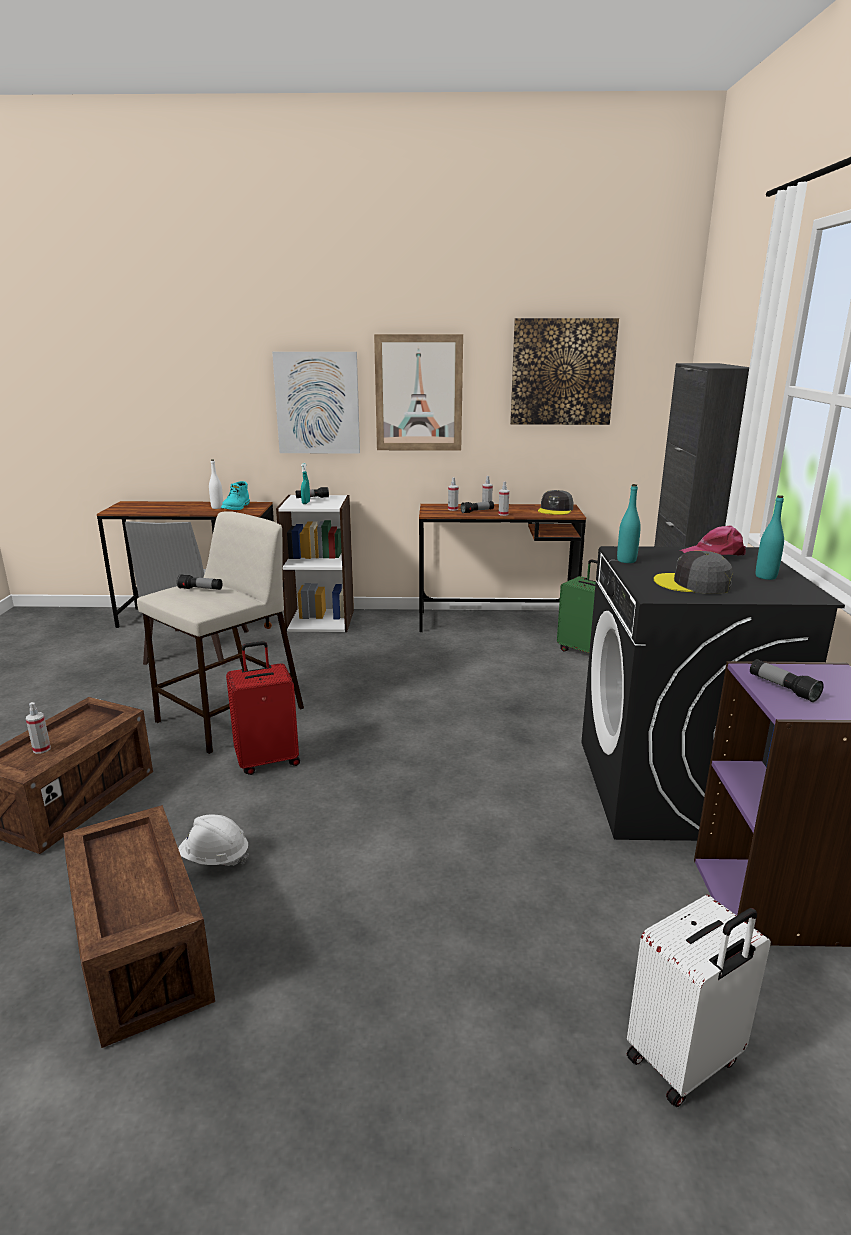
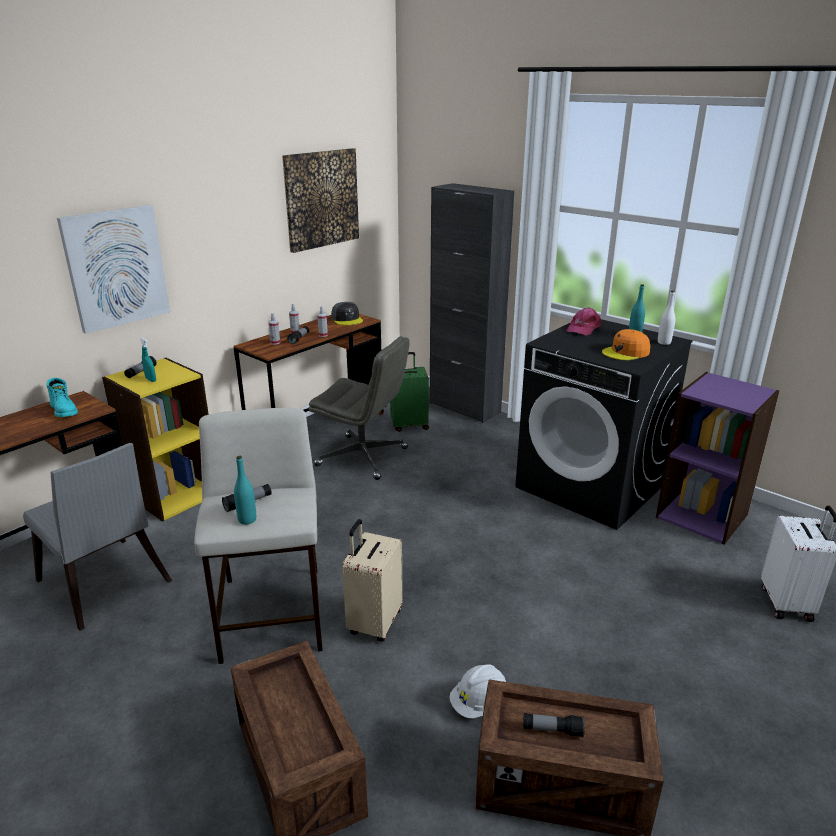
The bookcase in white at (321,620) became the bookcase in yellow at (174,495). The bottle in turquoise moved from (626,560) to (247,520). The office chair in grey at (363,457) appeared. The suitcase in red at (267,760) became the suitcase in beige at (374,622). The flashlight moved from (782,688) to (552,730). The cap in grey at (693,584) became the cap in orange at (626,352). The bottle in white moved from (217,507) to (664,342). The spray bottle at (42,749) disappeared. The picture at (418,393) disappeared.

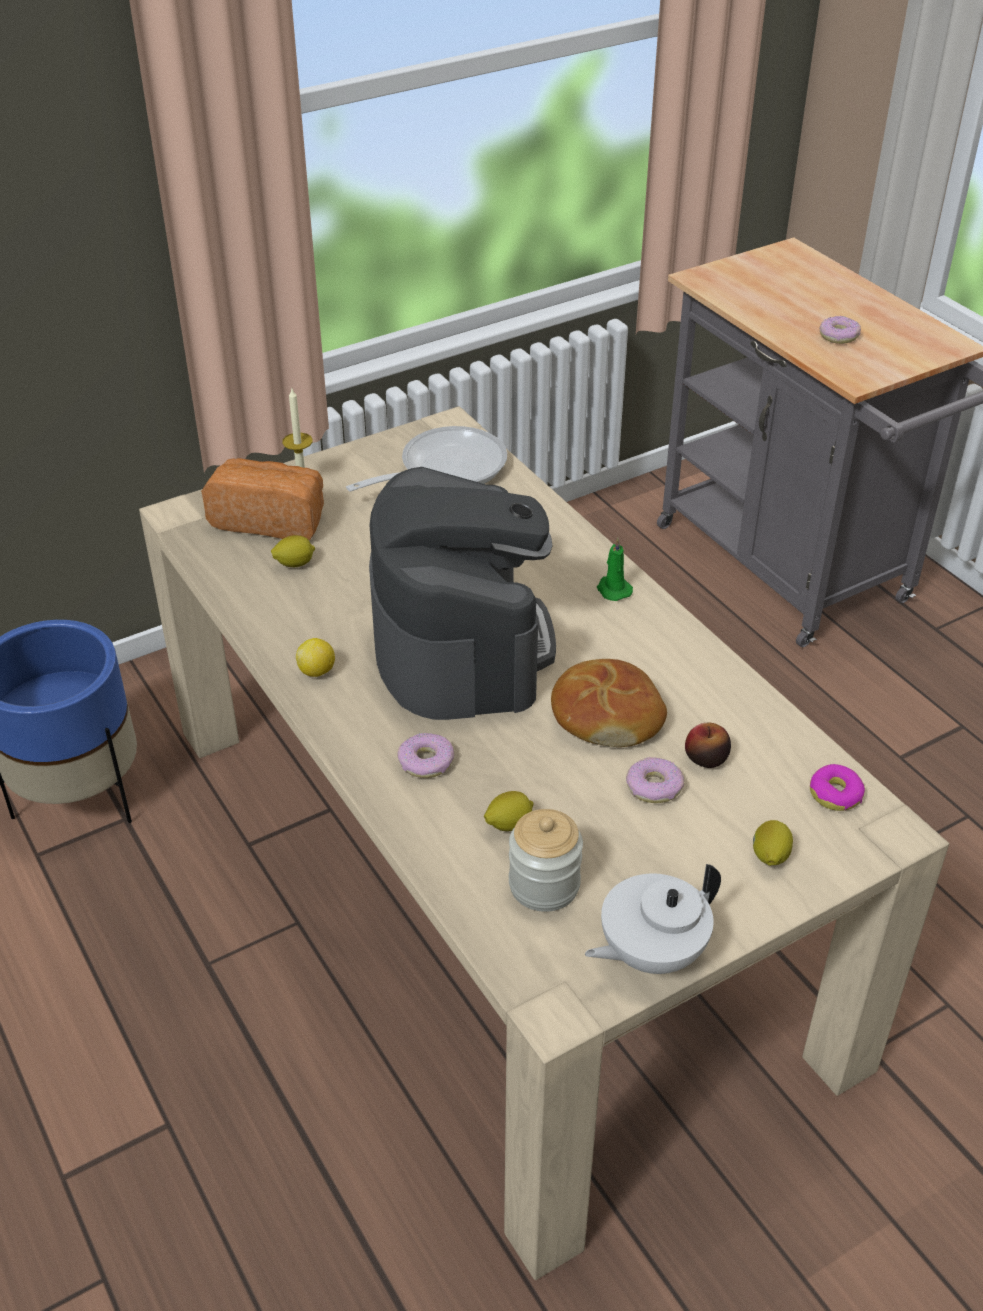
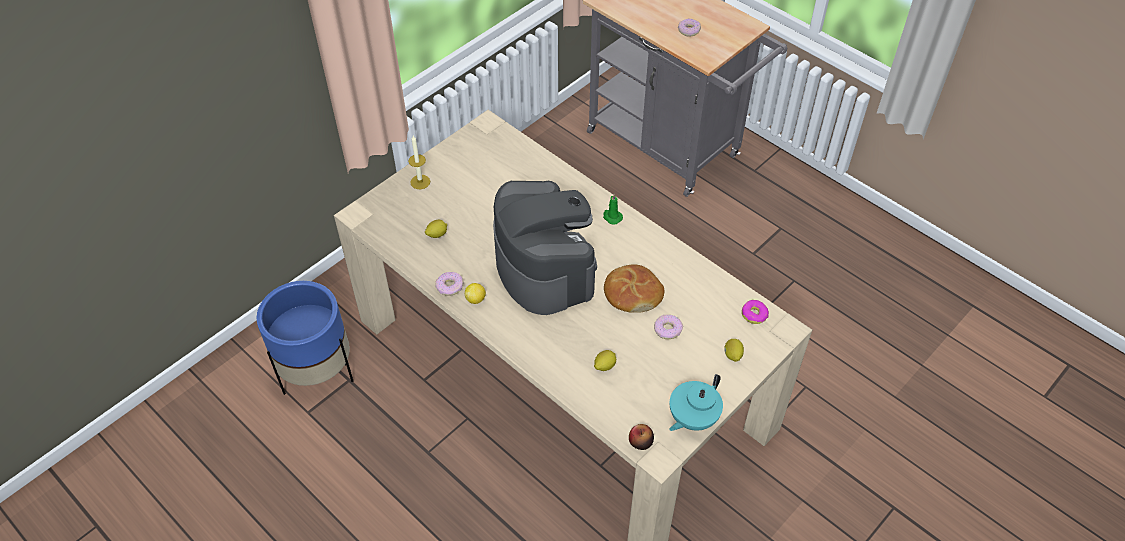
The donut moved from (426,762) to (450,286). The apple moved from (706,758) to (640,442). The teapot in white at (650,953) became the teapot in turquoise at (692,418). The bread at (271,519) disappeared. The frying pan at (444,469) disappeared. The jar at (544,885) disappeared.

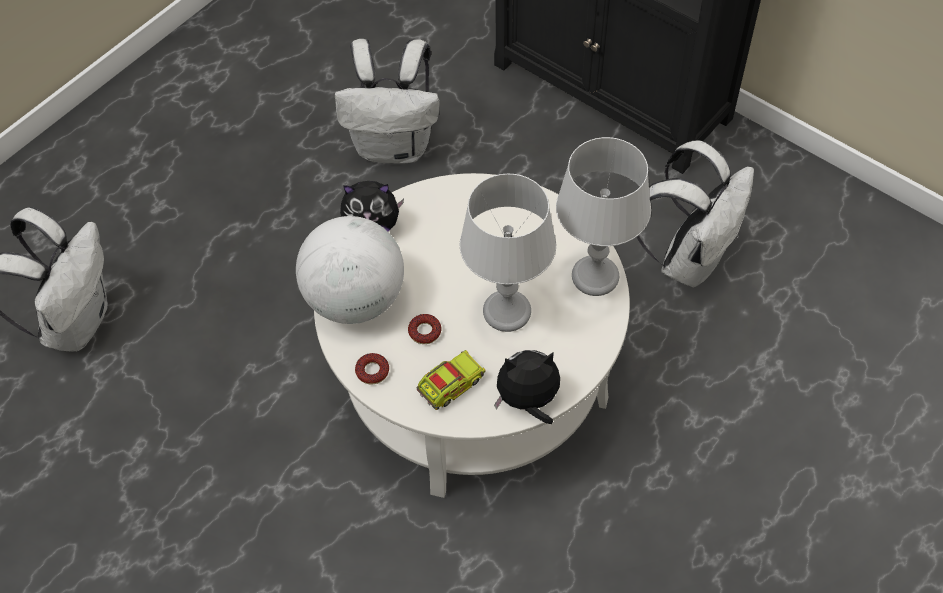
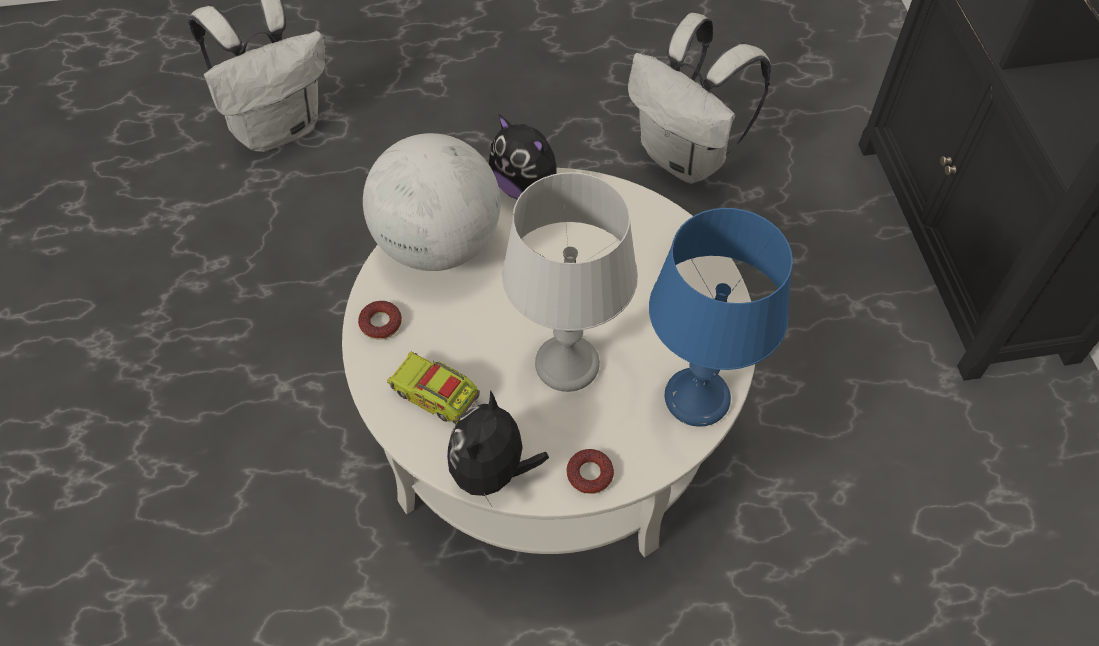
The toy truck at (450,385) turned 150 degrees counterclockwise. The plush toy at (528,401) turned 105 degrees counterclockwise. The donut moved from (425,332) to (589,474). The table lamp in grey at (594,276) became the table lamp in blue at (697,397). The backpack in white at (689,258) disappeared.

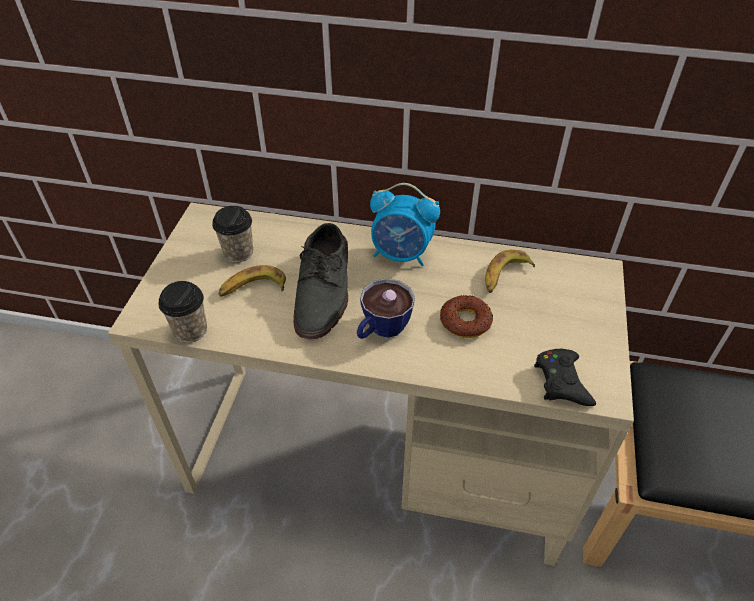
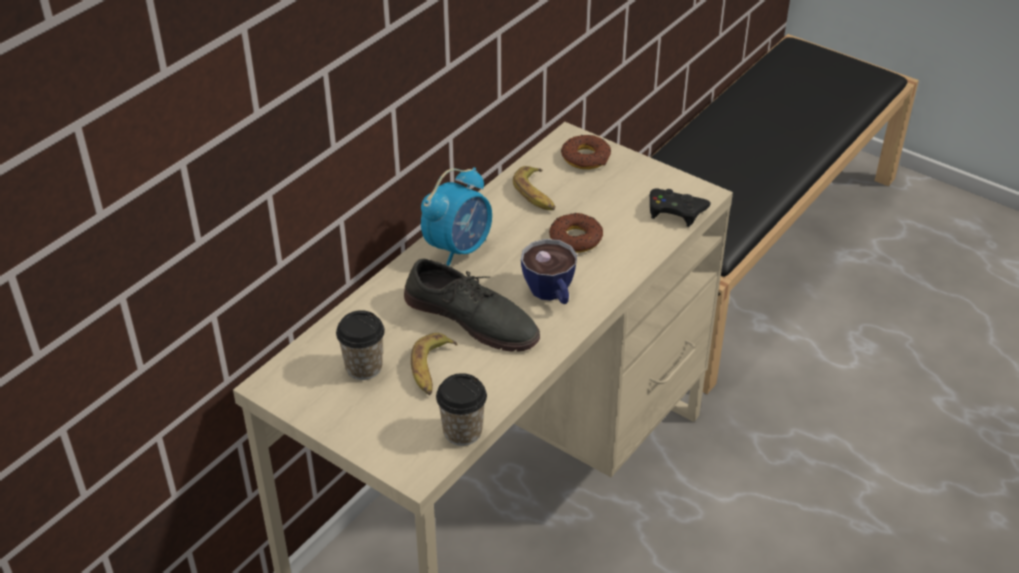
The donut at (586,157) appeared.

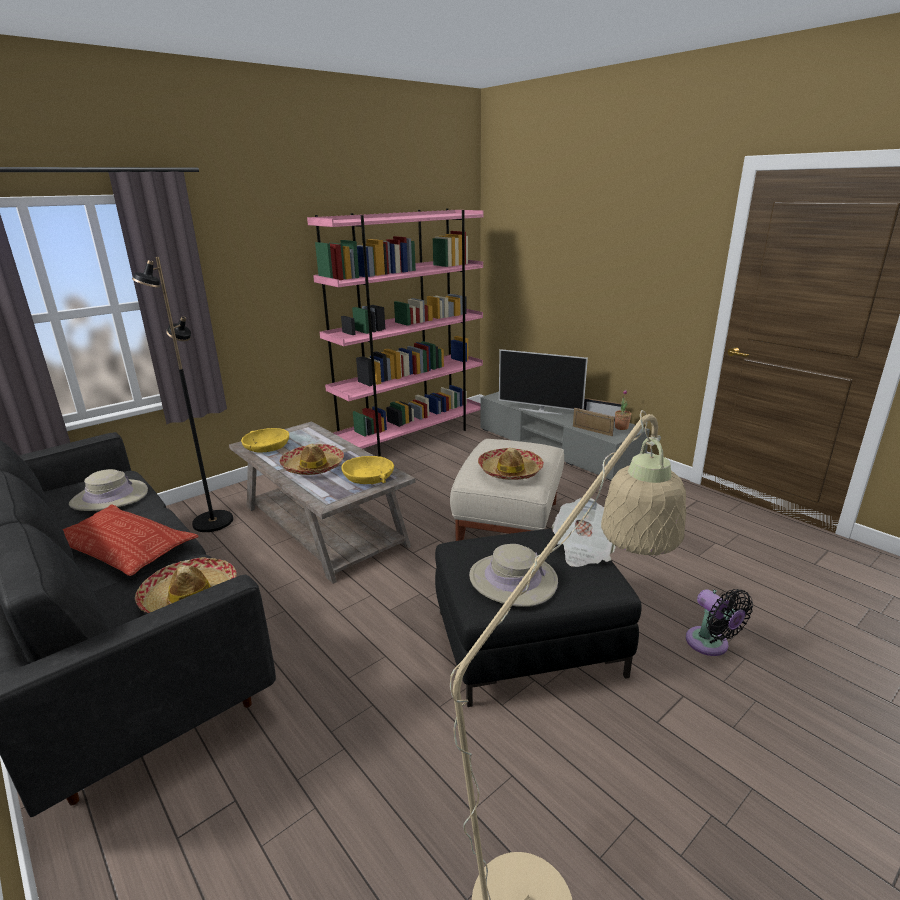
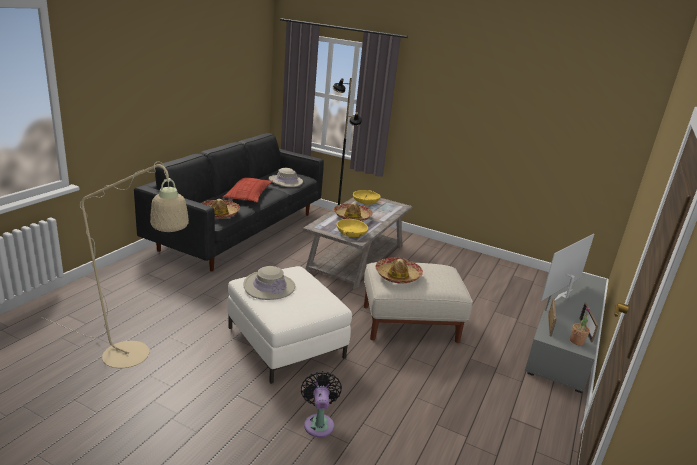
The ottoman in black at (526,642) became the ottoman in white at (285,342). The fan in black at (710,644) turned 135 degrees clockwise. The television at (540,411) turned 45 degrees clockwise. The bookcase in pink at (411,438) disappeared. The newspaper at (583,548) disappeared.

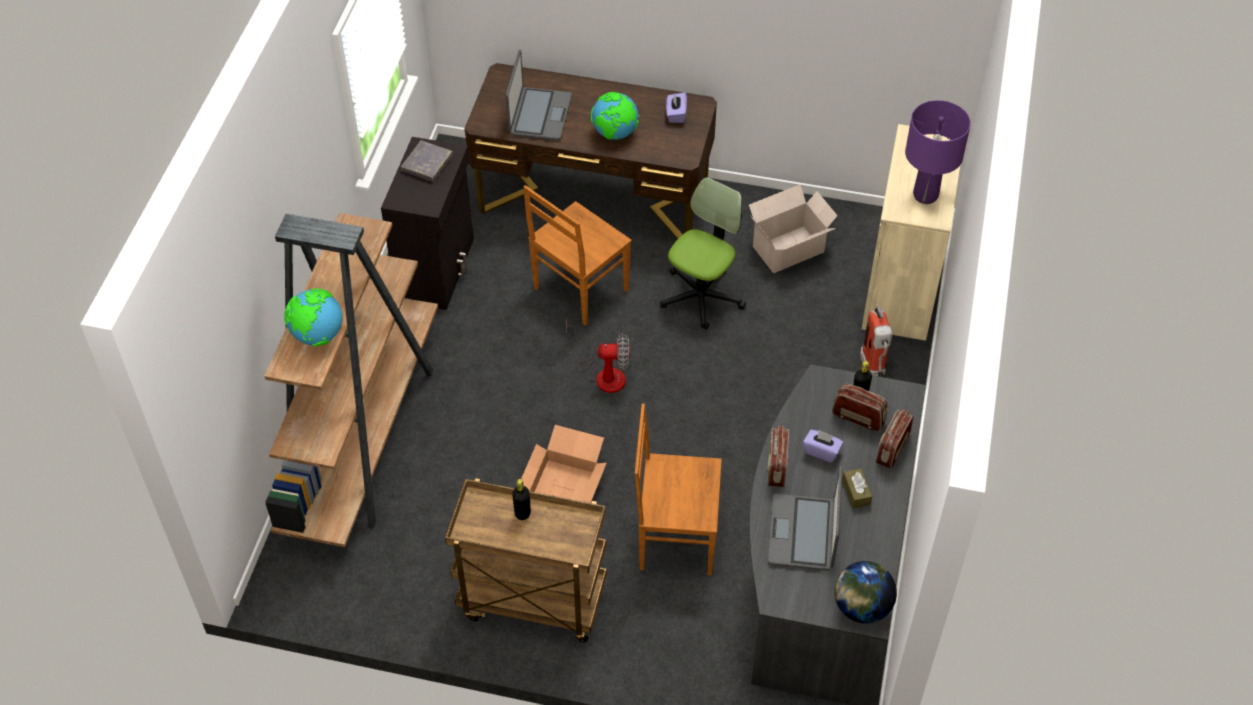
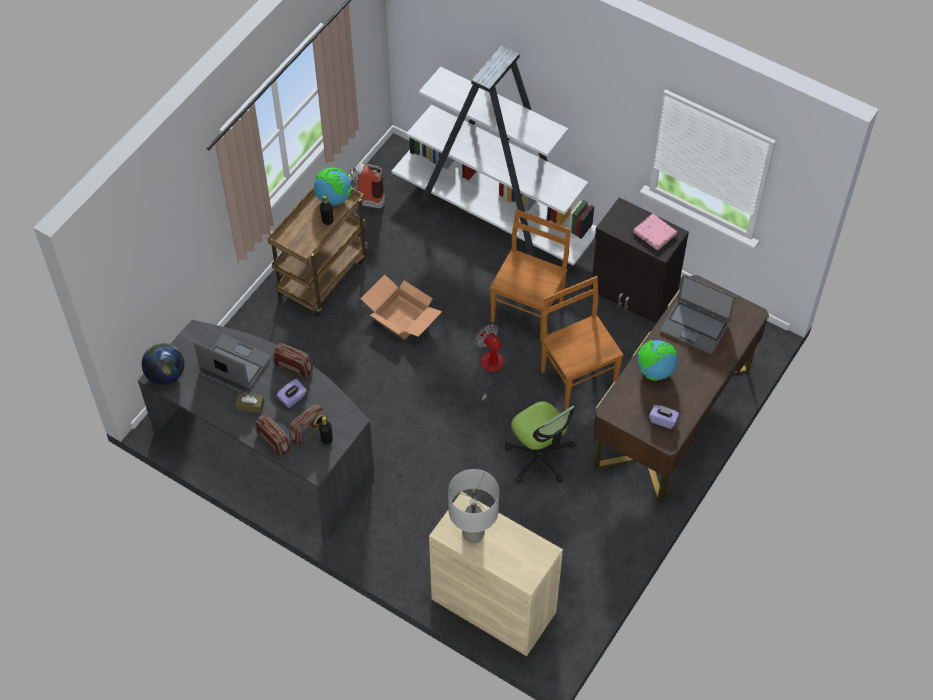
The globe moved from (317,336) to (333,198). The fire extinguisher moved from (873,372) to (366,201). The bookcase in brown at (363,435) became the bookcase in white at (495,218). The table lamp in purple at (926,195) became the table lamp in grey at (473,534). The fan at (603,373) turned 120 degrees clockwise. The chair in brown moved from (675,537) to (528,311). The book in grey at (427,164) became the book in pink at (654,233). The cardboard box at (790,249) disappeared.

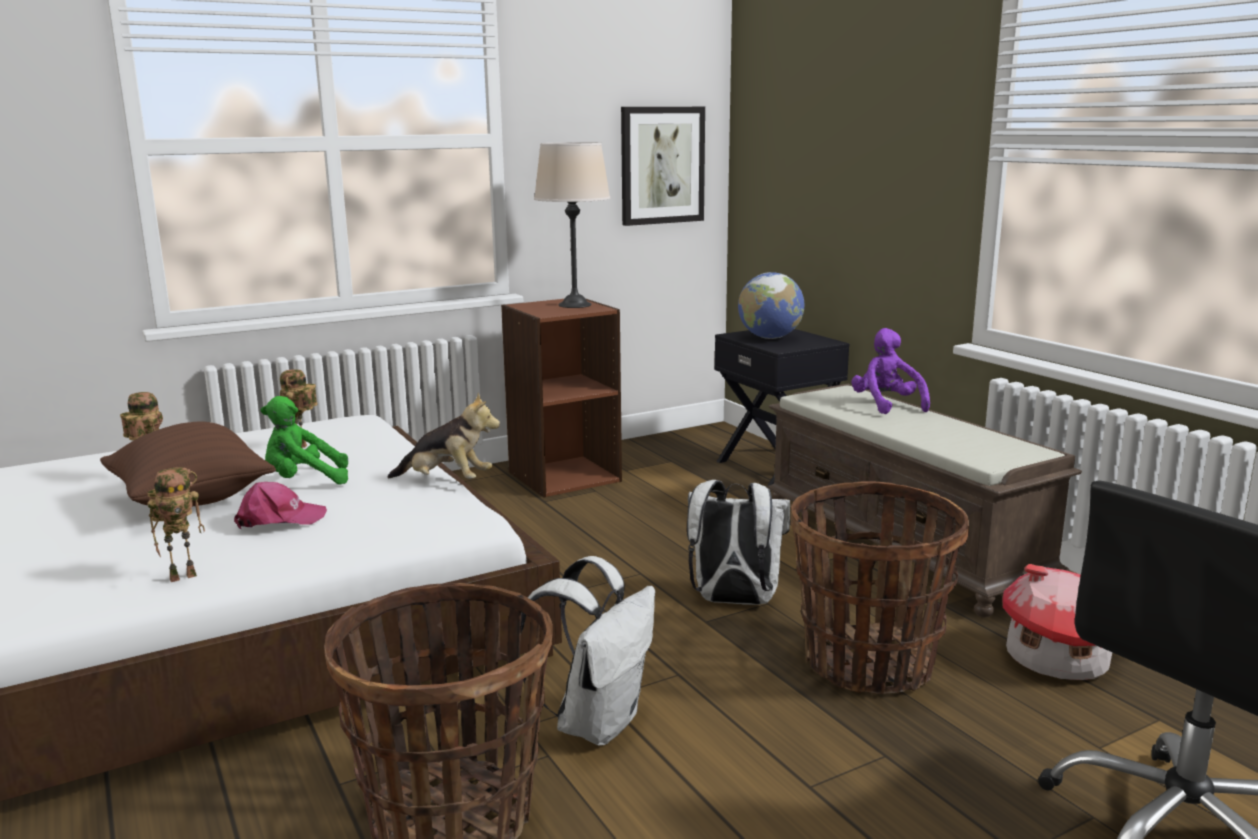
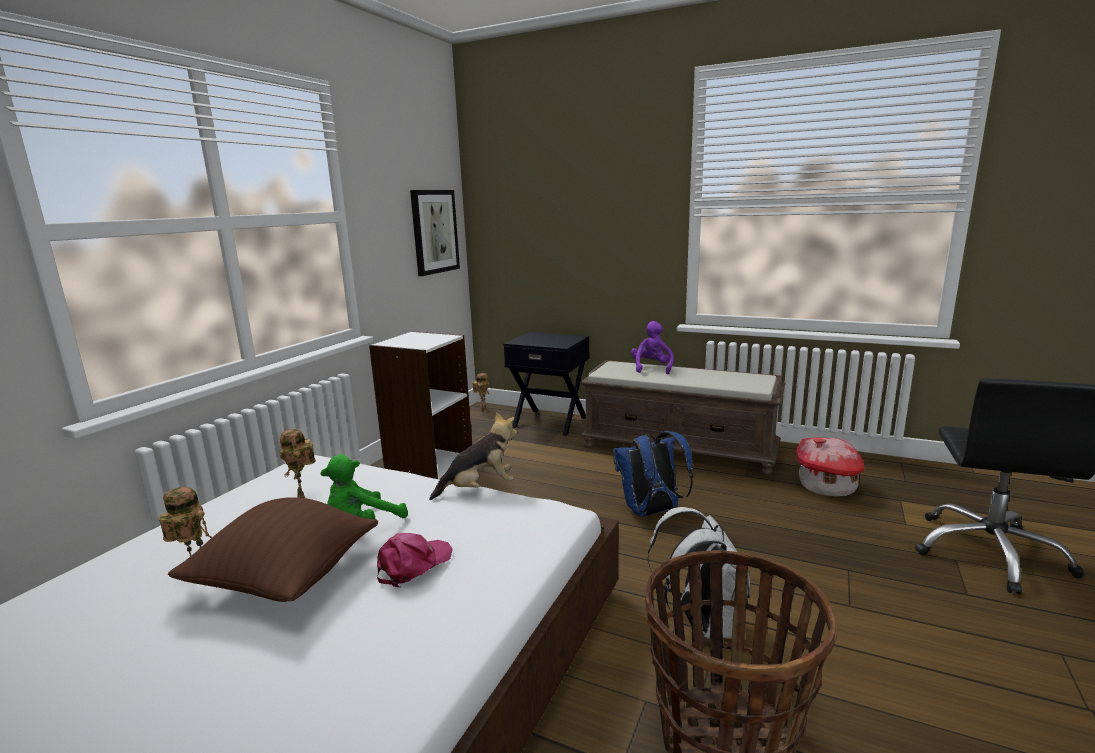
The bookcase in brown at (564,476) became the bookcase in white at (429,464). The toy robot moved from (184,576) to (483,410). The backpack in white at (733,601) became the backpack in blue at (651,512). The plush toy in purple at (886,405) turned 60 degrees clockwise. The table lamp in beige at (575,305) disappeared. The globe at (770,338) disappeared. The basket at (868,664) disappeared.

